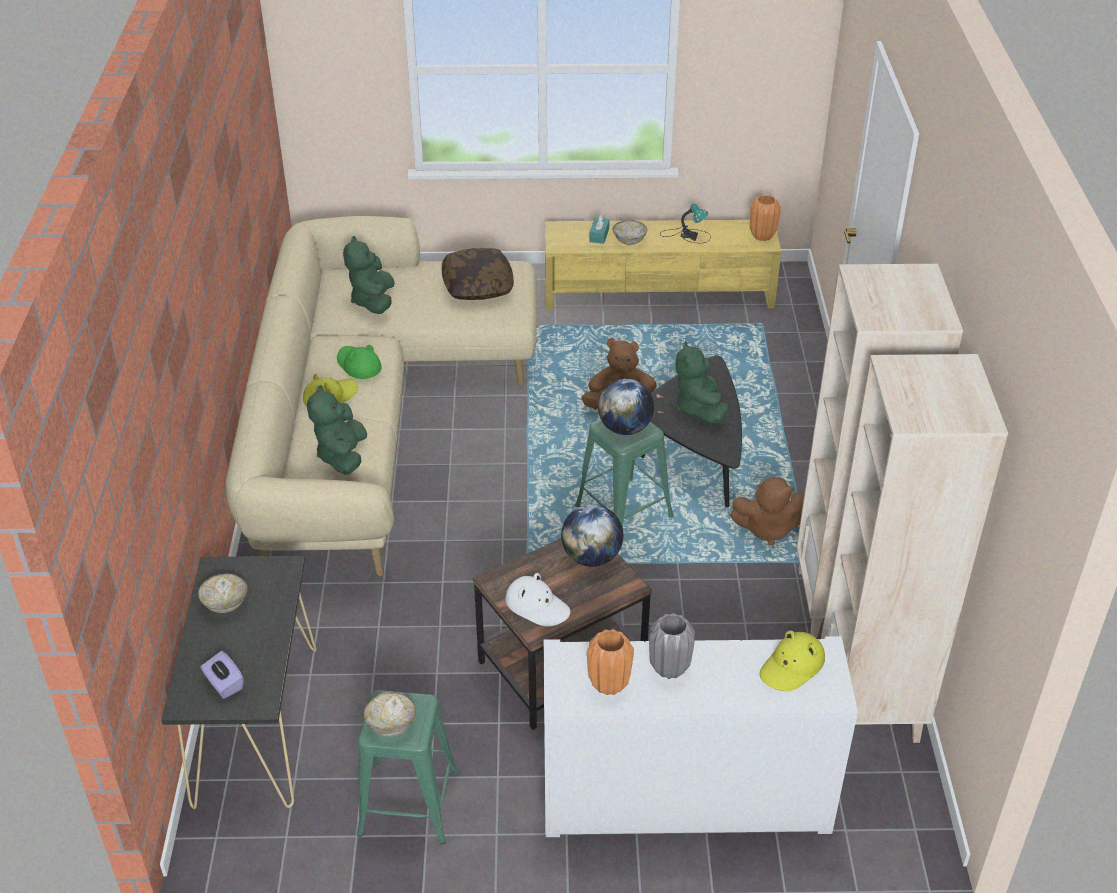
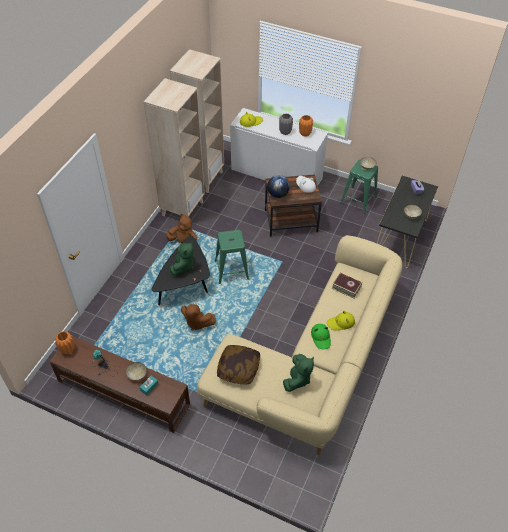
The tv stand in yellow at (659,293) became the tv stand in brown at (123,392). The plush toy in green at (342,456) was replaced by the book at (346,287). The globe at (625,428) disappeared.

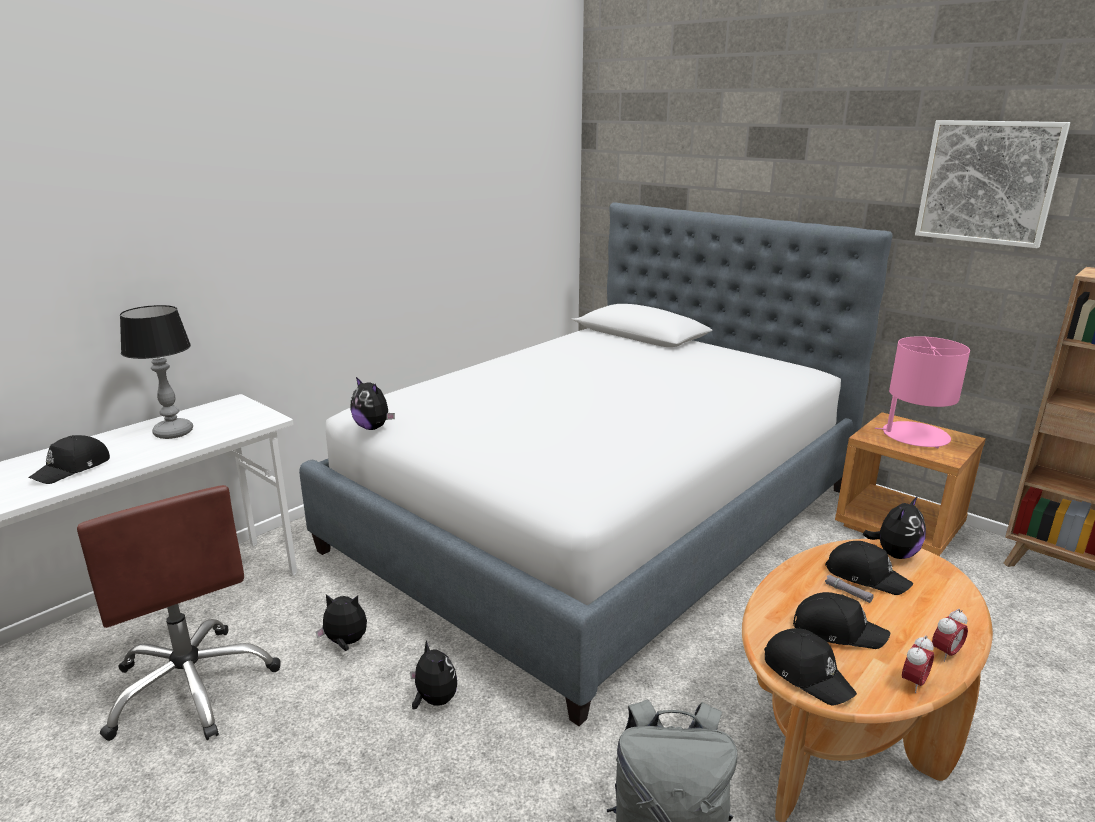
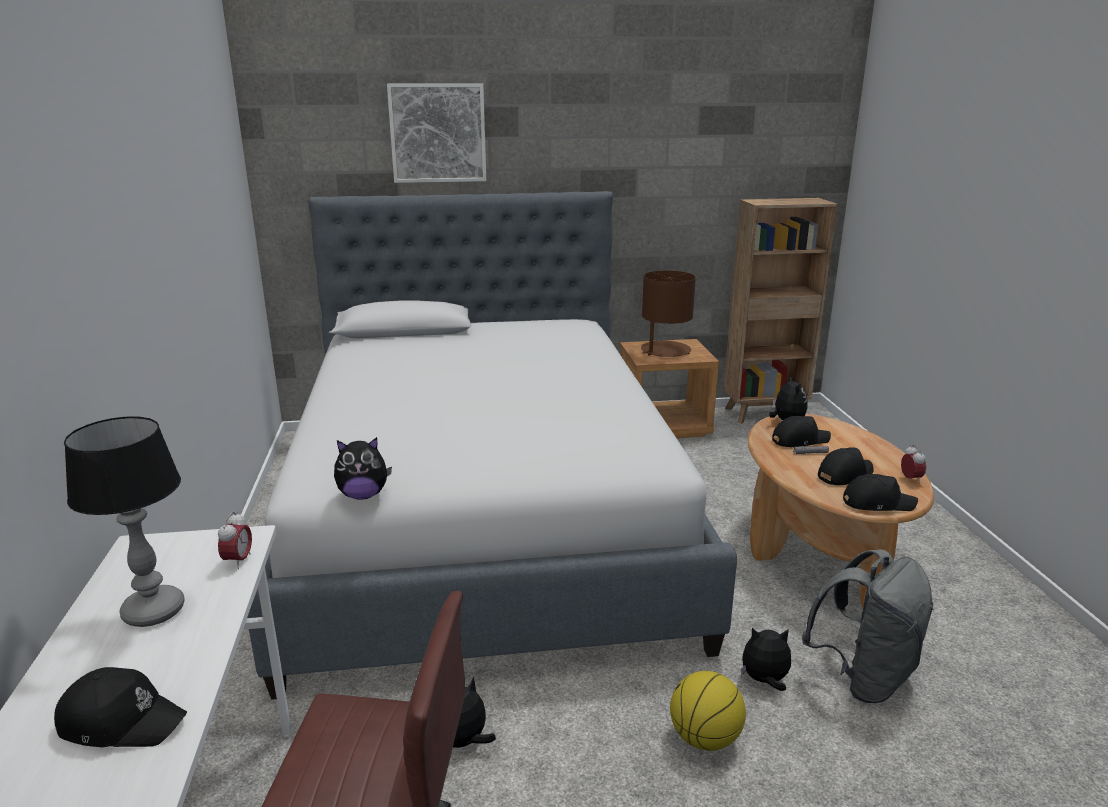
The cap in black at (73,468) turned 60 degrees counterclockwise. The alarm clock moved from (945,653) to (238,561). The picture moved from (988,182) to (438,133). The table lamp in pink at (914,436) became the table lamp in brown at (665,350). The basketball at (704,738) appeared. The plush toy moved from (434,700) to (764,681).

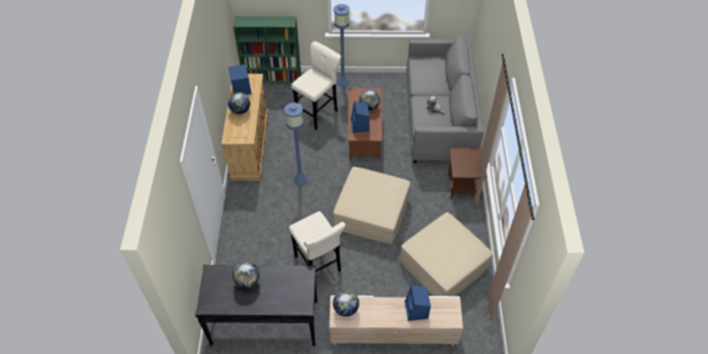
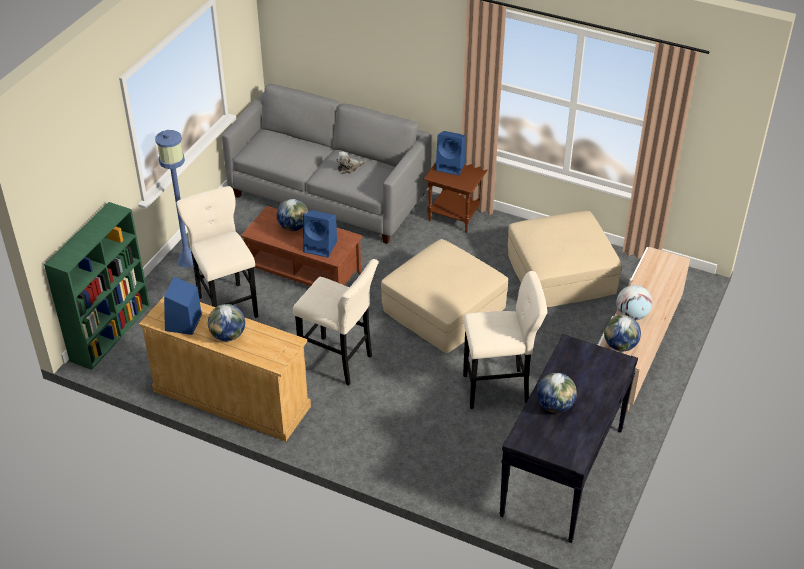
The floor lamp in blue at (300,179) was replaced by the stool in beige at (339,362). The speaker in blue moved from (416,311) to (451,166). The globe at (632,315) appeared.

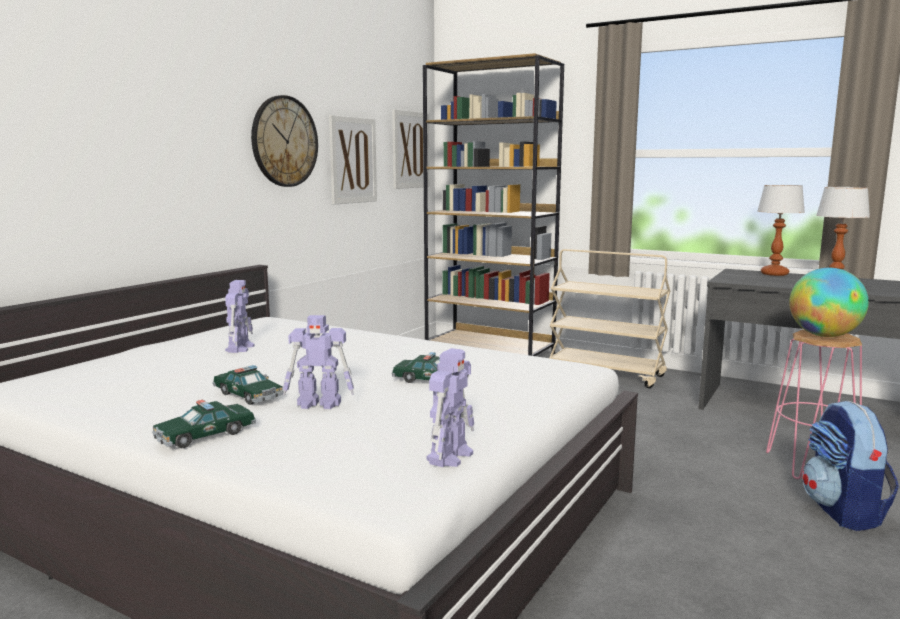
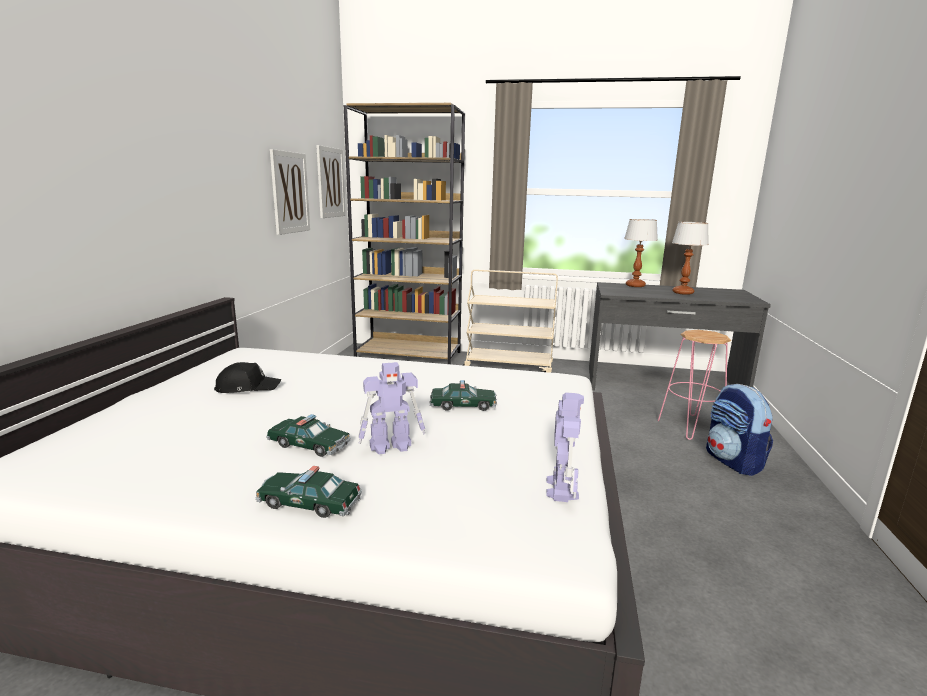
The toy robot at (240,348) was replaced by the cap in black at (247,387). The toy car at (205,435) turned 75 degrees clockwise. The wall clock at (284,141) disappeared. The globe at (824,336) disappeared.

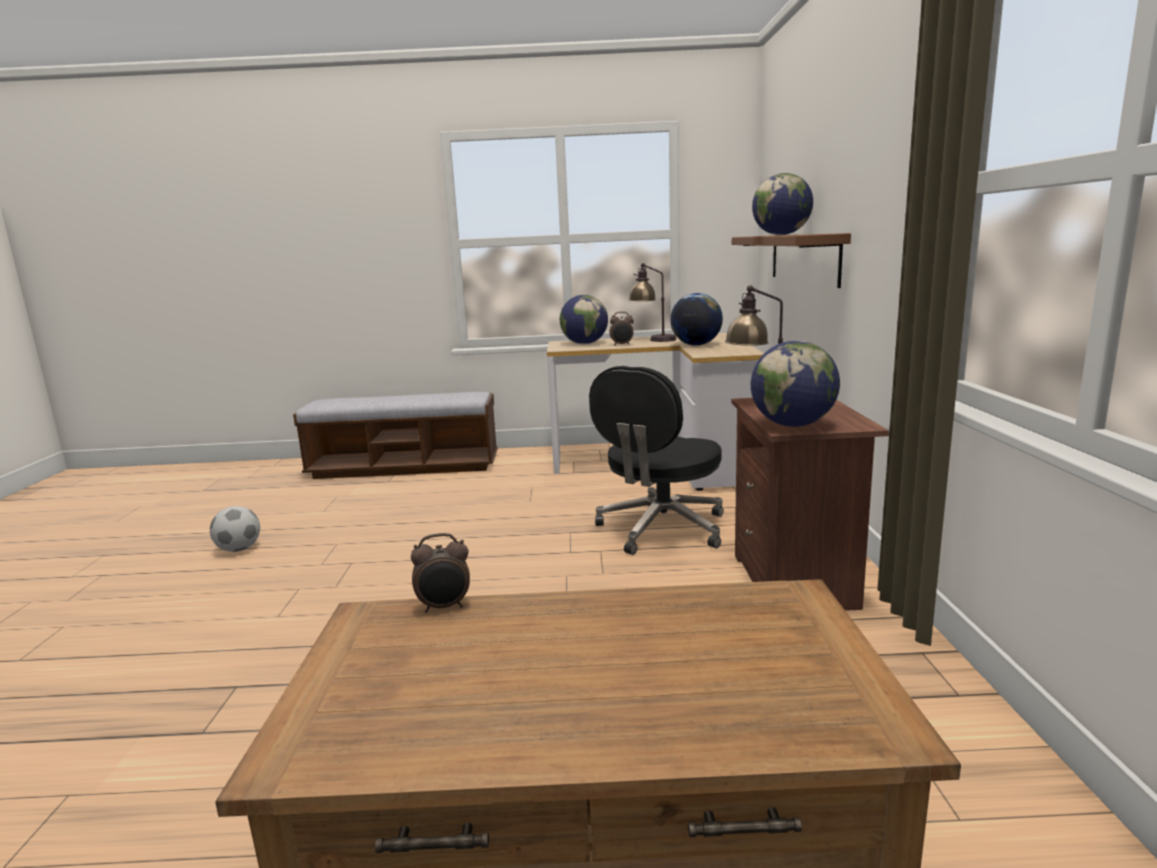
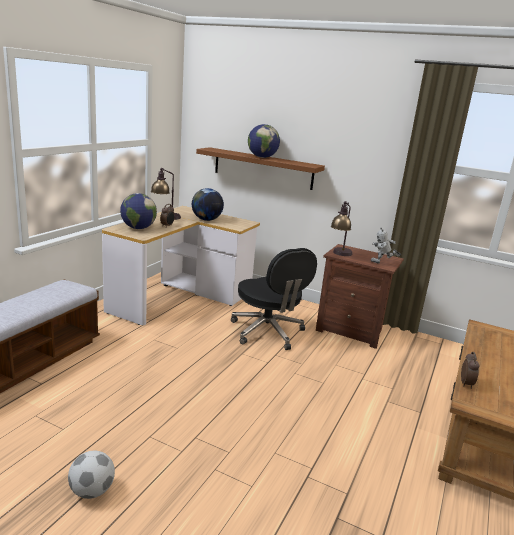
The globe at (793,425) was replaced by the toy robot at (382,264).

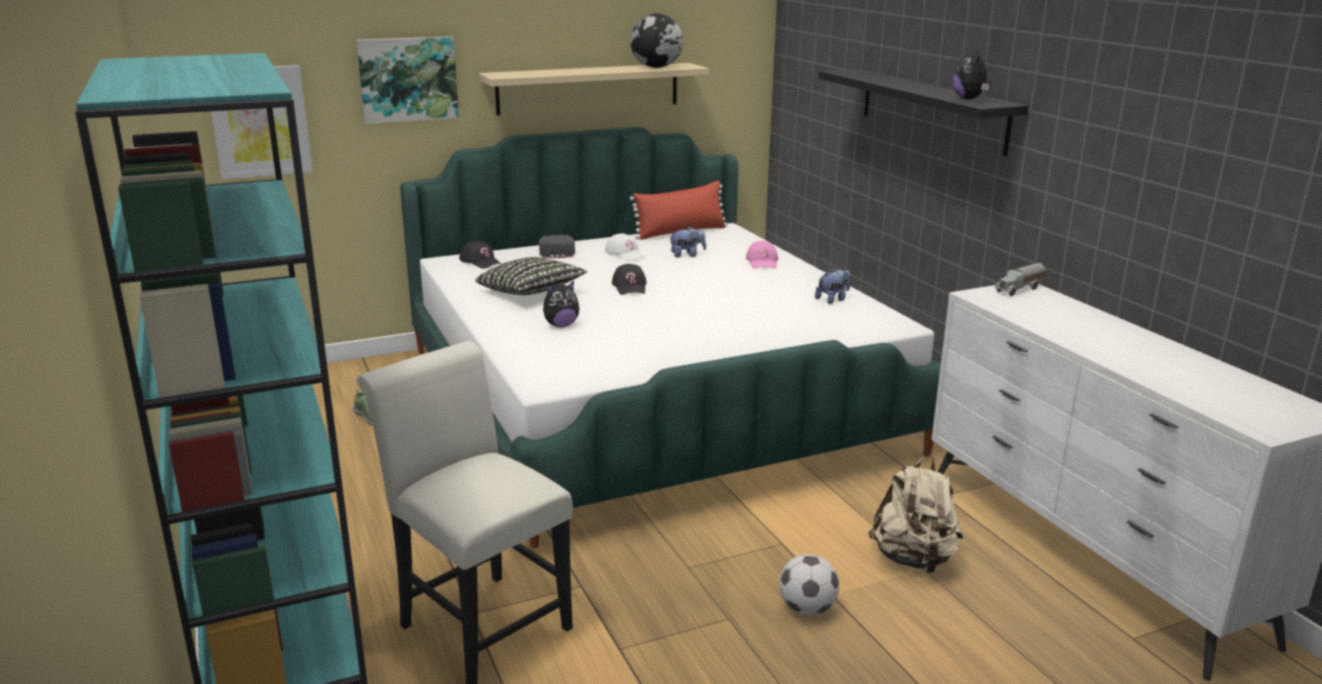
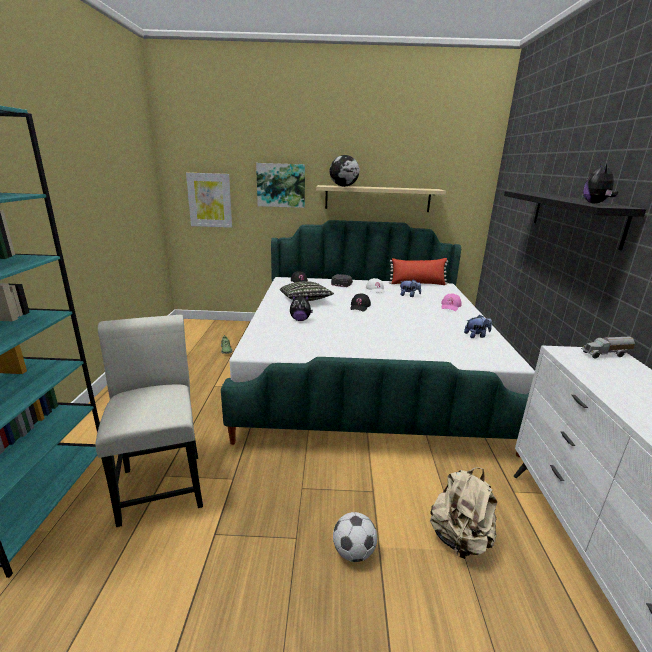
The globe moved from (656,67) to (343,186).

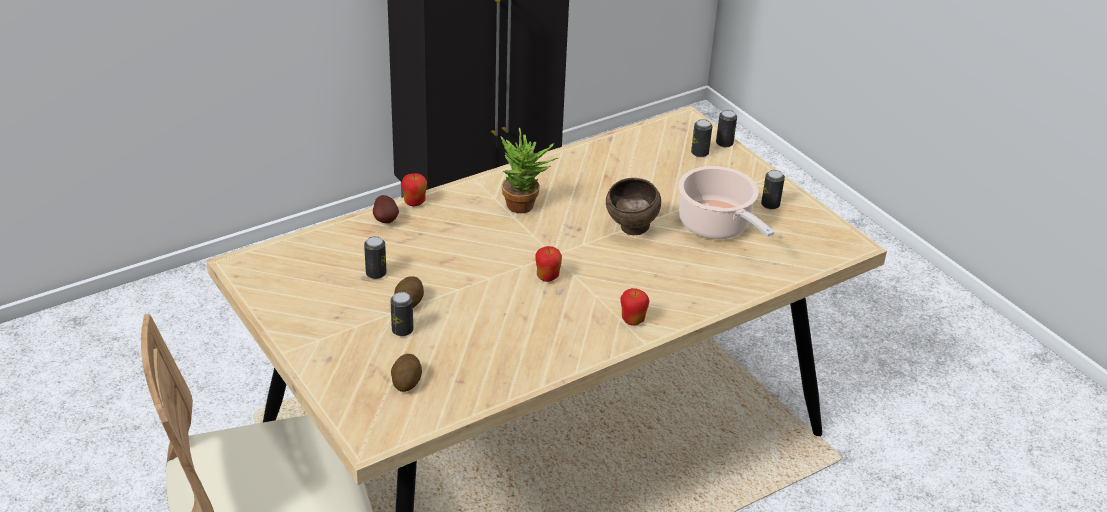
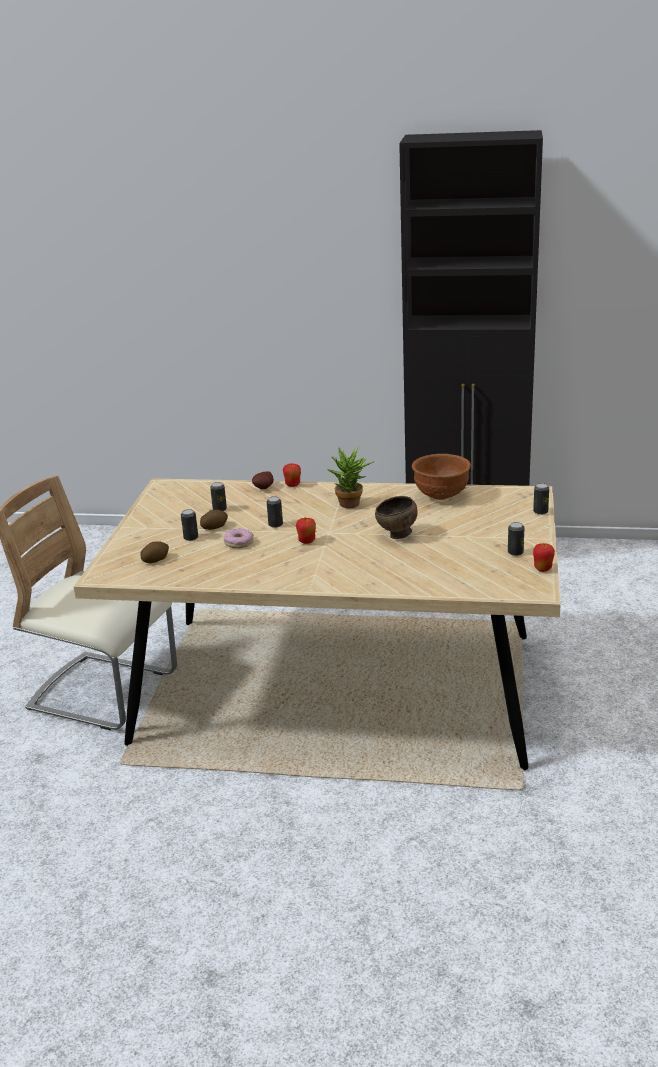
The donut at (238,543) appeared. The can moved from (699,153) to (275,525). The bowl in brown at (441,496) appeared. The apple moved from (632,320) to (543,569). The cooking pot at (717,226) disappeared.

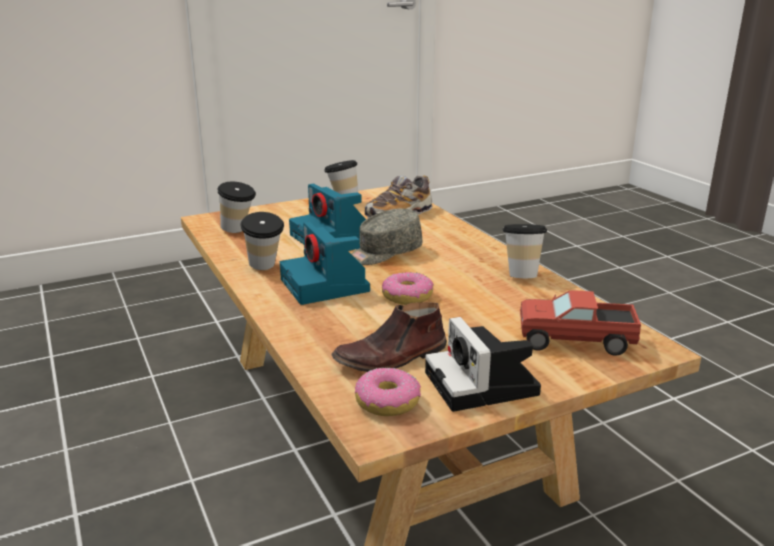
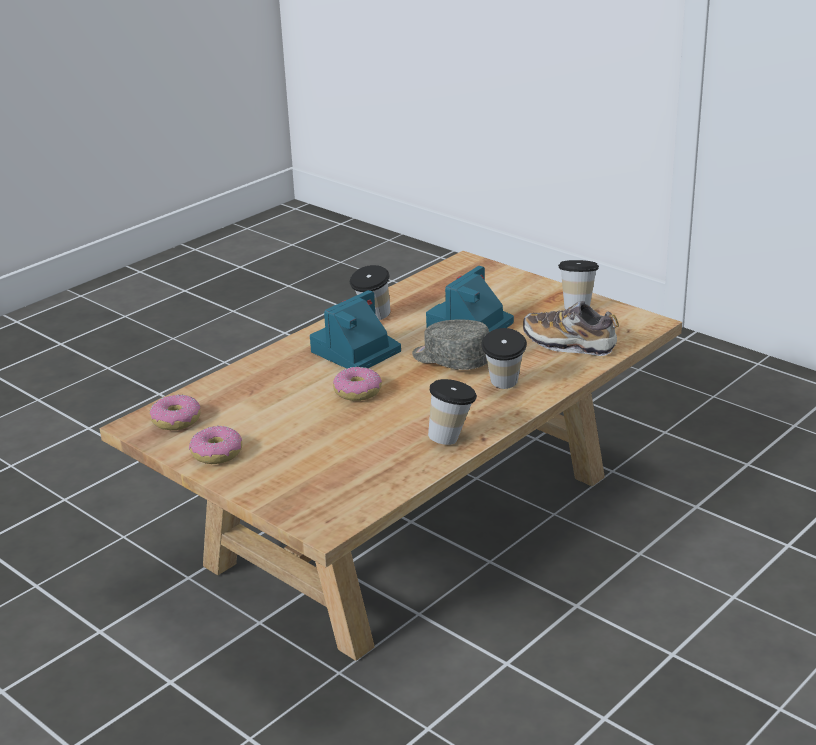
The photo camera at (484,385) was replaced by the donut at (217,453). The cup moved from (239,231) to (504,387). The shoe in brown at (391,358) disappeared. The toy truck at (575,342) disappeared.

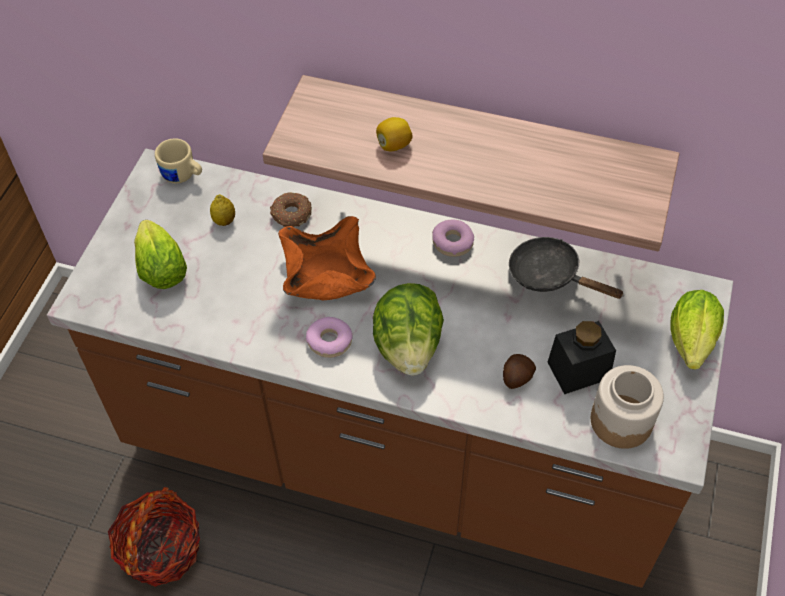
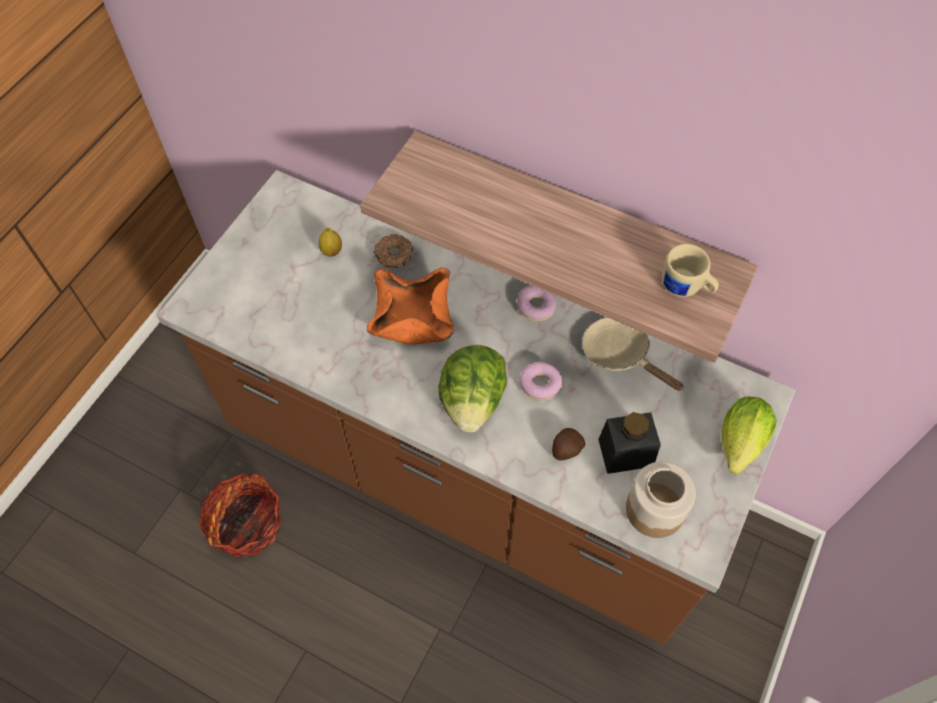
The donut moved from (329,341) to (540,384). The frying pan in black at (550,275) became the frying pan in beige at (620,354). The mug in beige moved from (183,176) to (686,287). The lettuce at (160,266) disappeared. The lemon at (394,145) disappeared.

